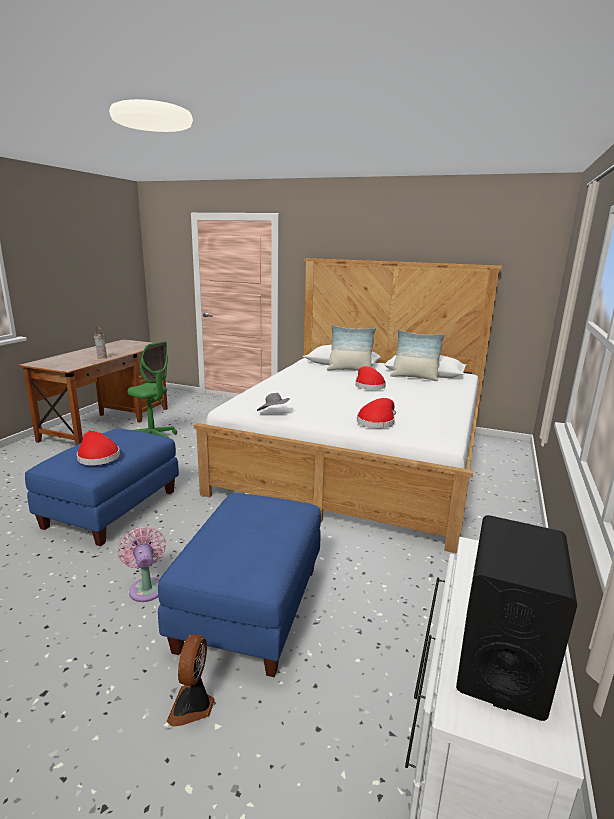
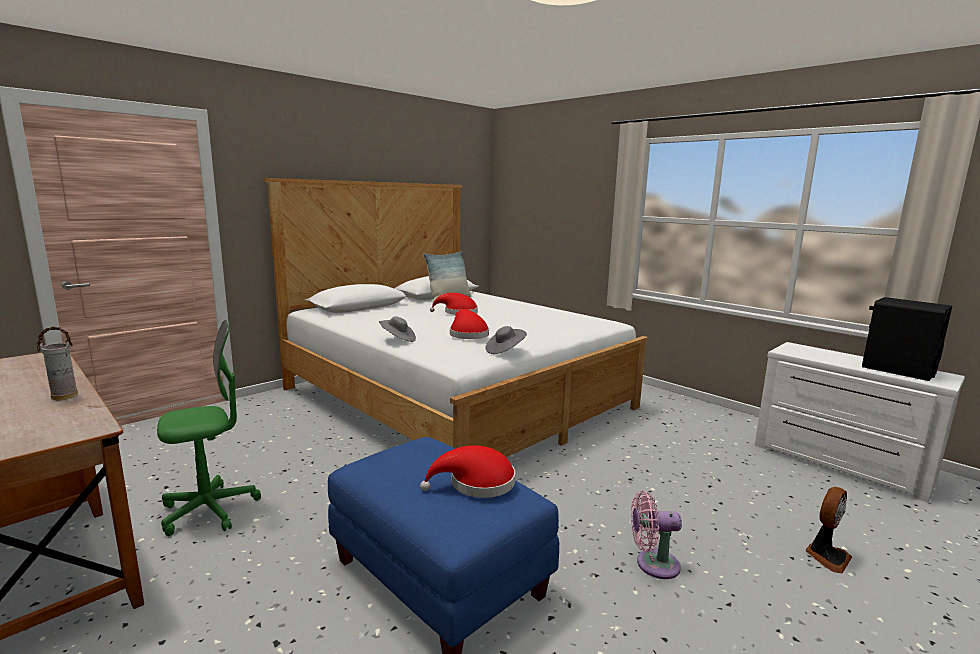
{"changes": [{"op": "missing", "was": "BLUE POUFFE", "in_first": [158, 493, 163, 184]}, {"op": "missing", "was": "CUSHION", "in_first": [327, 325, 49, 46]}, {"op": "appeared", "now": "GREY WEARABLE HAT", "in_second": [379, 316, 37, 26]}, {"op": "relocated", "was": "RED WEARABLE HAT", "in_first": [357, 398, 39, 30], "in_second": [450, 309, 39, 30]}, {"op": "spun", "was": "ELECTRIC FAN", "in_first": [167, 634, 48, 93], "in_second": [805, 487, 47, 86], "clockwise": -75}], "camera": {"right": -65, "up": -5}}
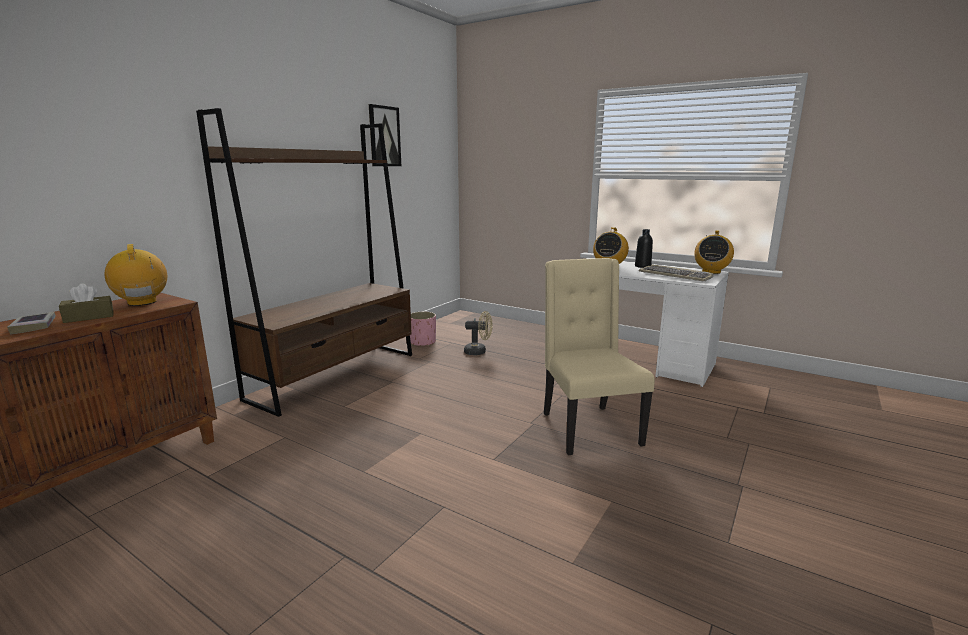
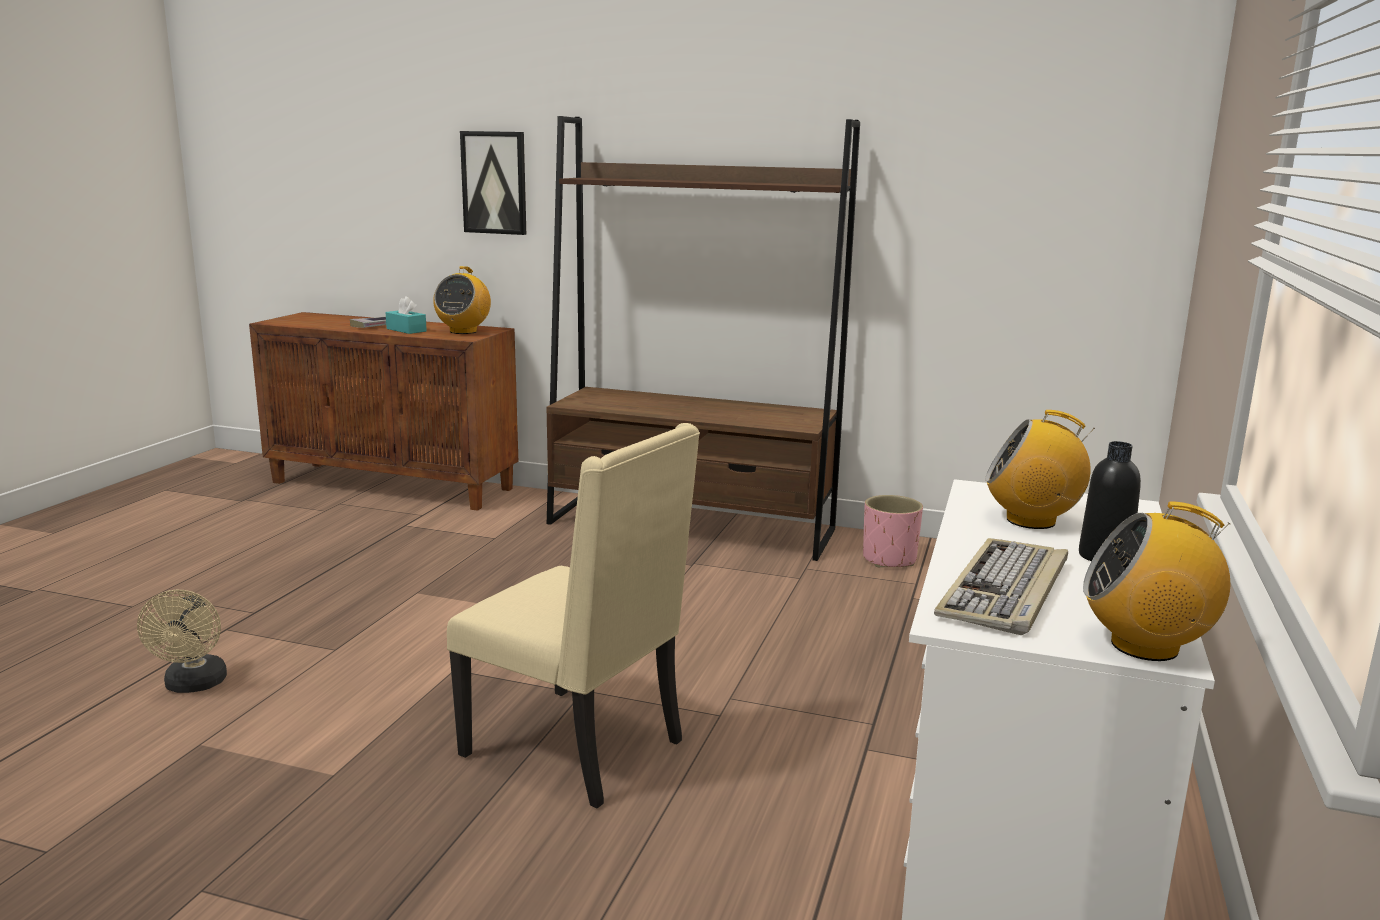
{"changes": [{"op": "relocated", "was": "WALL PICTURE", "in_first": [369, 104, 32, 62], "in_second": [460, 131, 66, 104]}, {"op": "relocated", "was": "BEIGE-COLOURED ELECTRIC FAN", "in_first": [464, 311, 29, 44], "in_second": [137, 590, 90, 103]}, {"op": "colour", "was": "BROWN-COLOURED BOX OF TISSUES", "now": "TURQUOISE-COLOURED BOX OF TISSUES", "in_first": [59, 284, 55, 39], "in_second": [385, 296, 42, 38]}, {"op": "spun", "was": "RADIO", "in_first": [104, 244, 63, 62], "in_second": [433, 266, 58, 68], "clockwise": 150}, {"op": "spun", "was": "BEIGE-COLOURED PLAIN CHAIR", "in_first": [544, 258, 111, 197], "in_second": [447, 423, 253, 386], "clockwise": 60}], "camera": {"right": 75, "up": 0}}
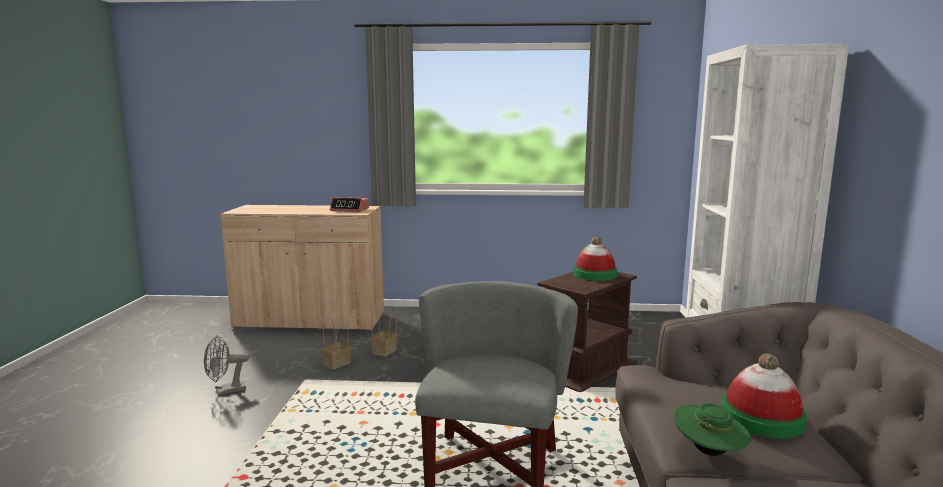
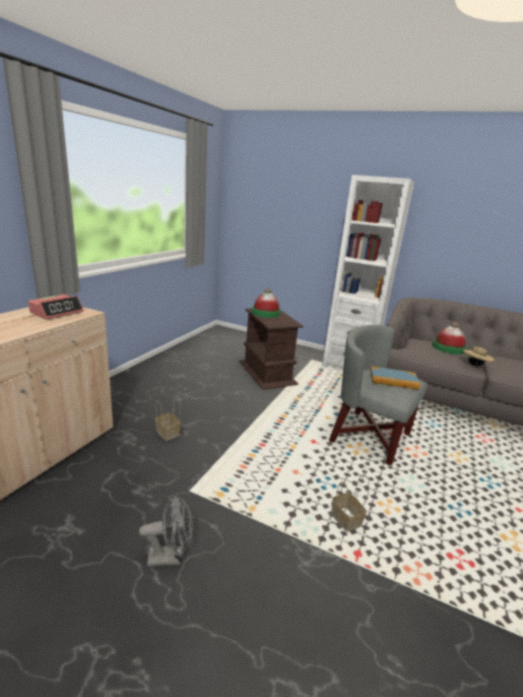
{"changes": [{"op": "appeared", "now": "BOUND BOOK", "in_second": [370, 366, 50, 24]}, {"op": "relocated", "was": "STORAGE BASKET", "in_first": [321, 319, 30, 51], "in_second": [331, 474, 38, 58]}, {"op": "colour", "was": "GREEN WEARABLE HAT", "now": "BEIGE-COLOURED WEARABLE HAT", "in_first": [674, 403, 77, 53], "in_second": [463, 346, 31, 20]}, {"op": "spun", "was": "GREY ELECTRIC FAN", "in_first": [204, 335, 45, 61], "in_second": [139, 495, 54, 71], "clockwise": -90}], "camera": {"right": -70, "up": 10}}
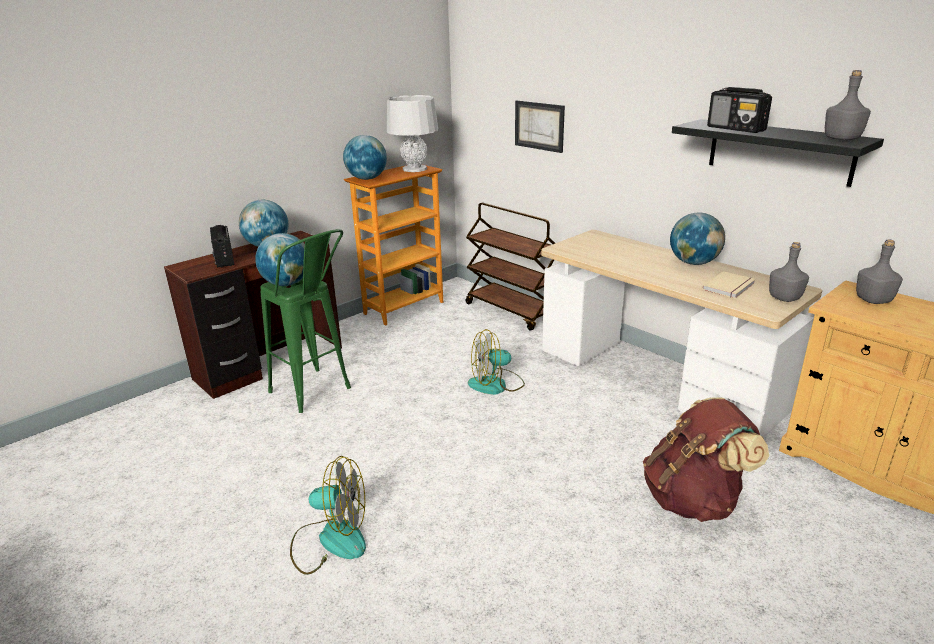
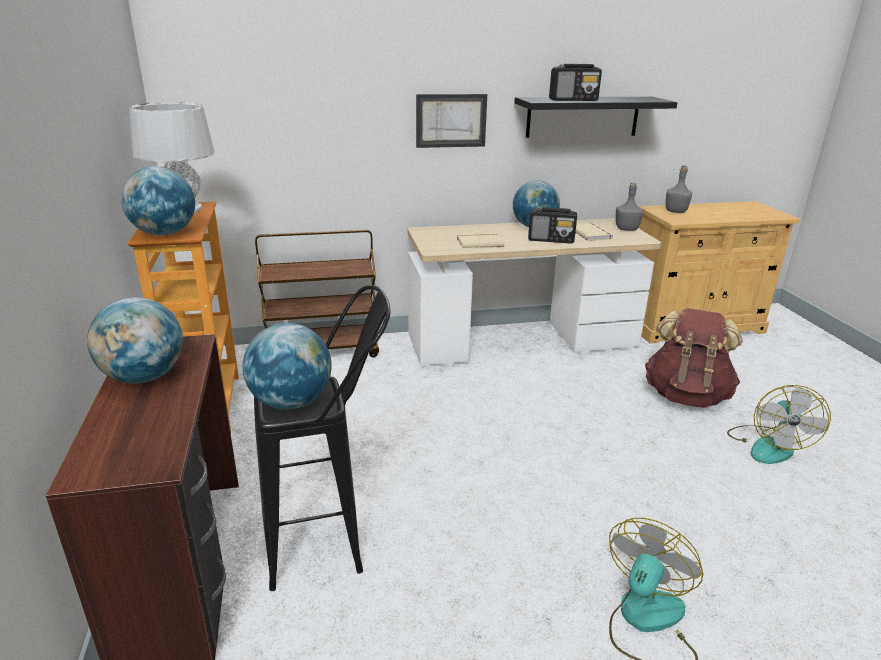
{"changes": [{"op": "missing", "was": "GREY DRINK BOTTLE", "in_first": [825, 70, 46, 70]}, {"op": "appeared", "now": "BEIGE-COLOURED BOUND BOOK", "in_second": [457, 233, 47, 15]}, {"op": "relocated", "was": "RADIO", "in_first": [210, 225, 25, 43], "in_second": [528, 207, 49, 37]}, {"op": "relocated", "was": "ELECTRIC FAN", "in_first": [468, 329, 57, 66], "in_second": [727, 385, 104, 79]}, {"op": "relocated", "was": "WALL PICTURE", "in_first": [515, 101, 50, 52], "in_second": [416, 94, 71, 54]}, {"op": "colour", "was": "GREEN STOOL SEAT", "now": "BLACK-COLOURED STOOL SEAT", "in_first": [260, 229, 91, 184], "in_second": [254, 285, 137, 306]}], "camera": {"right": -60, "up": 0}}
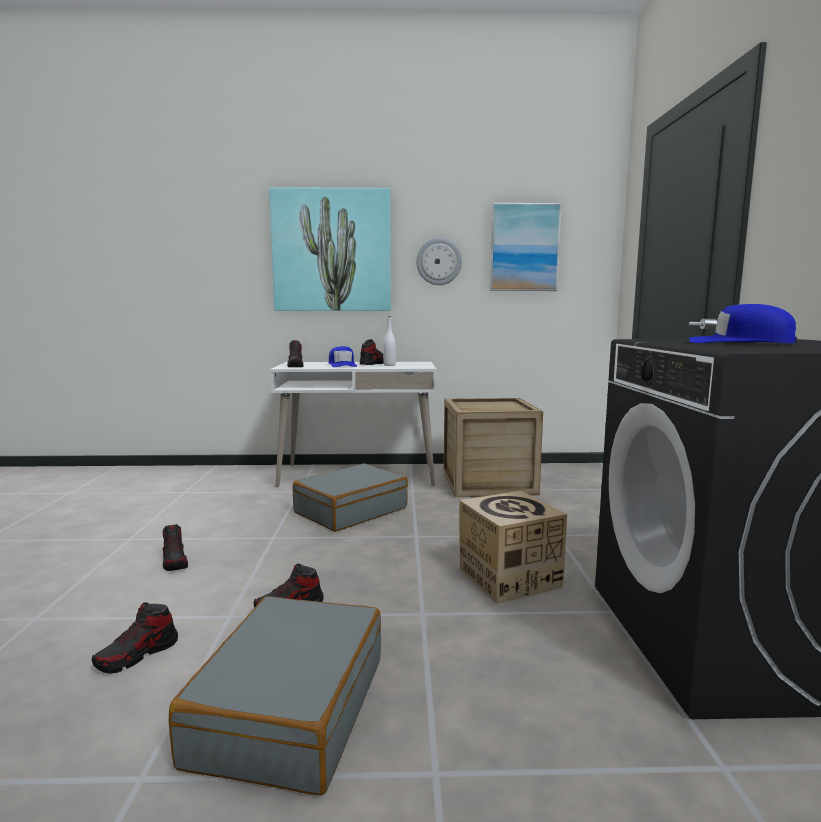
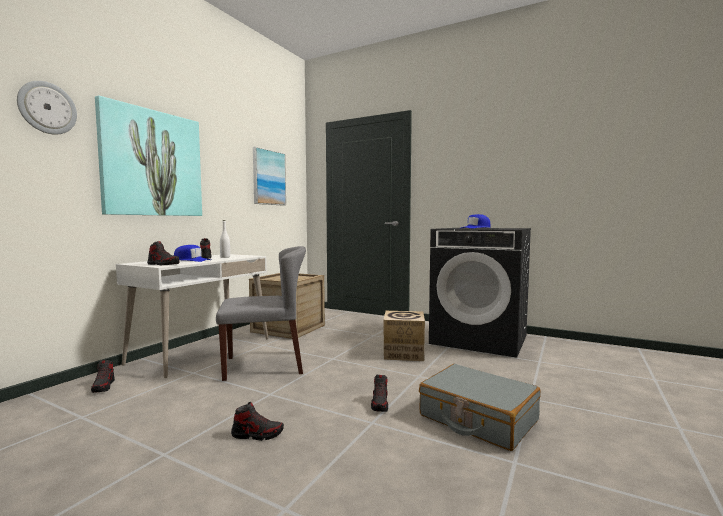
{"changes": [{"op": "relocated", "was": "ITEM OF FOOTWEAR", "in_first": [92, 602, 86, 72], "in_second": [91, 360, 24, 33]}, {"op": "relocated", "was": "WALL CLOCK", "in_first": [416, 238, 46, 47], "in_second": [17, 81, 60, 54]}, {"op": "exchanged", "was": "GREY PIECE OF LUGGAGE", "now": "GREY PLAIN CHAIR", "in_first": [293, 463, 115, 69], "in_second": [216, 246, 90, 135]}], "camera": {"right": -60, "up": -5}}
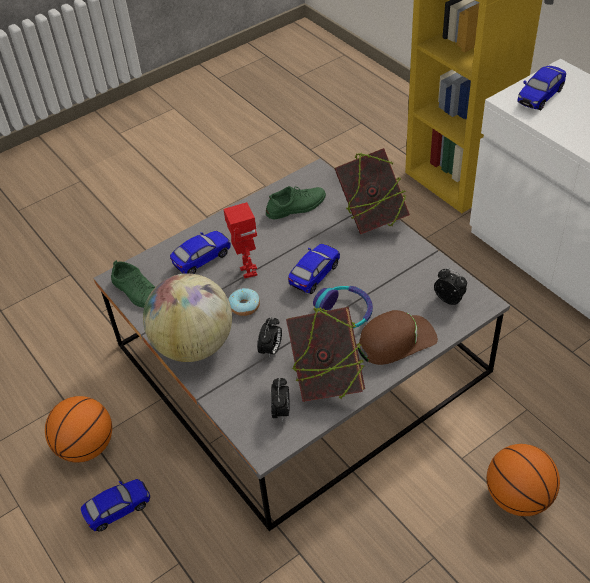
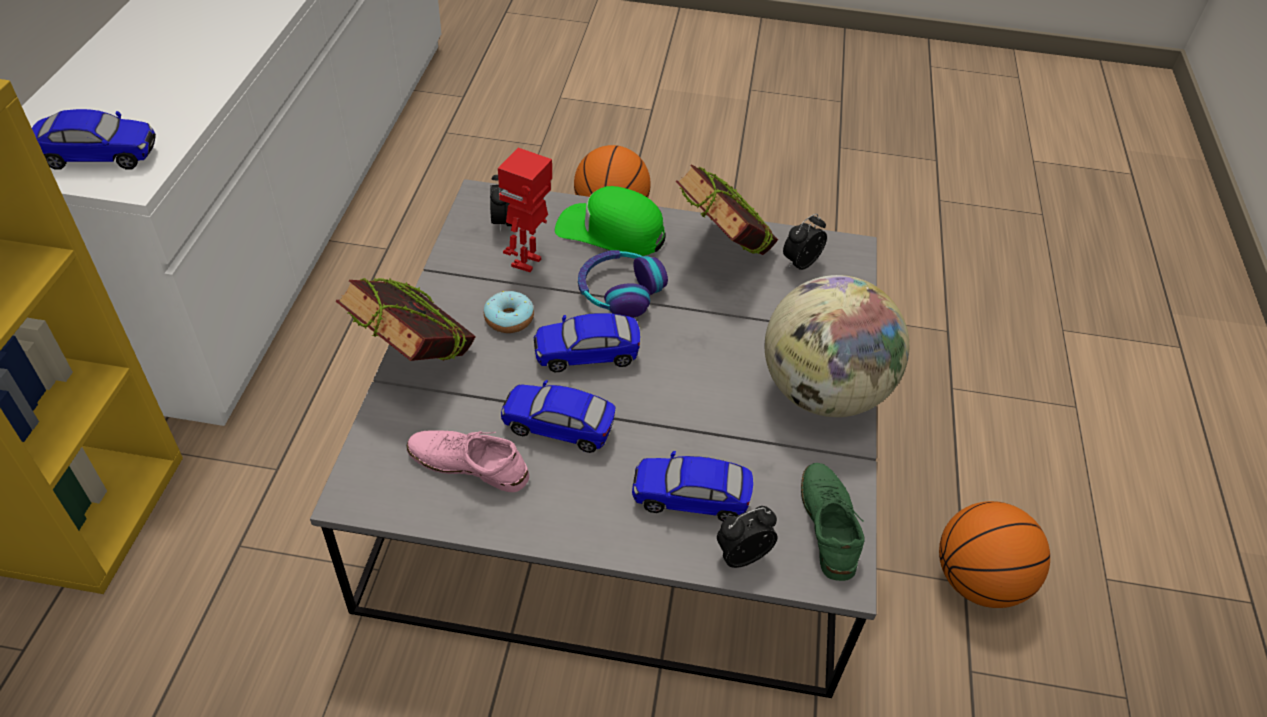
{"changes": [{"op": "relocated", "was": "TOY CAR", "in_first": [81, 479, 69, 53], "in_second": [501, 380, 114, 73]}, {"op": "relocated", "was": "ROBOT FIGURE", "in_first": [224, 202, 34, 76], "in_second": [498, 148, 54, 124]}, {"op": "relocated", "was": "DONUT", "in_first": [228, 288, 32, 28], "in_second": [484, 291, 50, 42]}, {"op": "relocated", "was": "BEDSIDE CLOCK", "in_first": [257, 317, 25, 41], "in_second": [717, 506, 61, 62]}, {"op": "colour", "was": "GREEN ITEM OF FOOTWEAR", "now": "PINK-COLOURED ITEM OF FOOTWEAR", "in_first": [266, 186, 60, 34], "in_second": [407, 430, 122, 62]}, {"op": "colour", "was": "BROWN-COLOURED BASEBALL CAP", "now": "GREEN BASEBALL CAP", "in_first": [358, 310, 80, 55], "in_second": [555, 186, 110, 70]}], "camera": {"right": -140, "up": 0}}
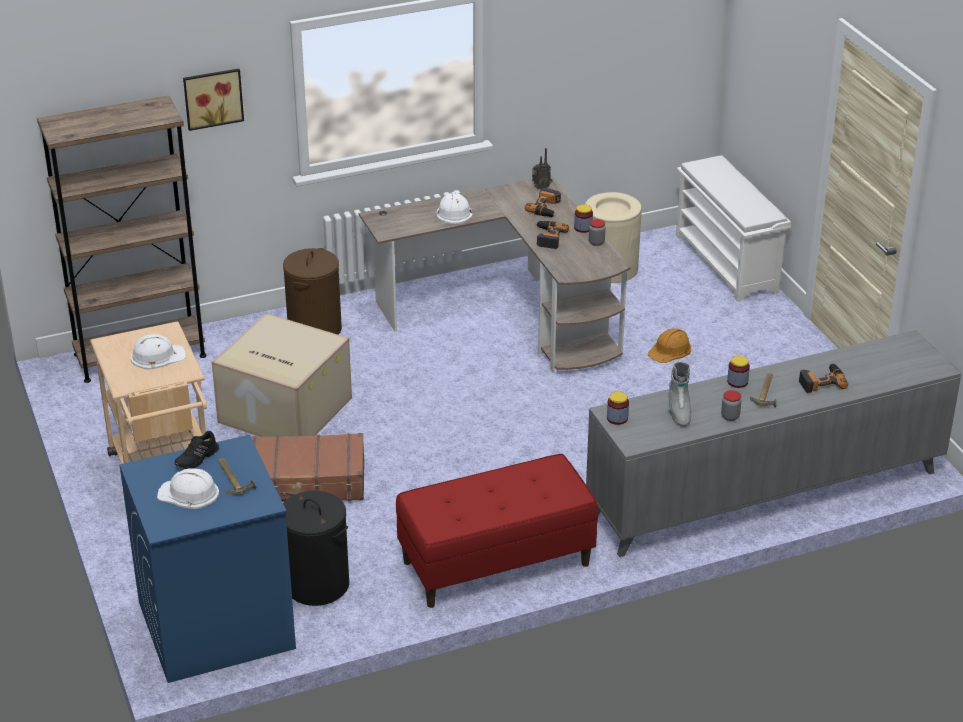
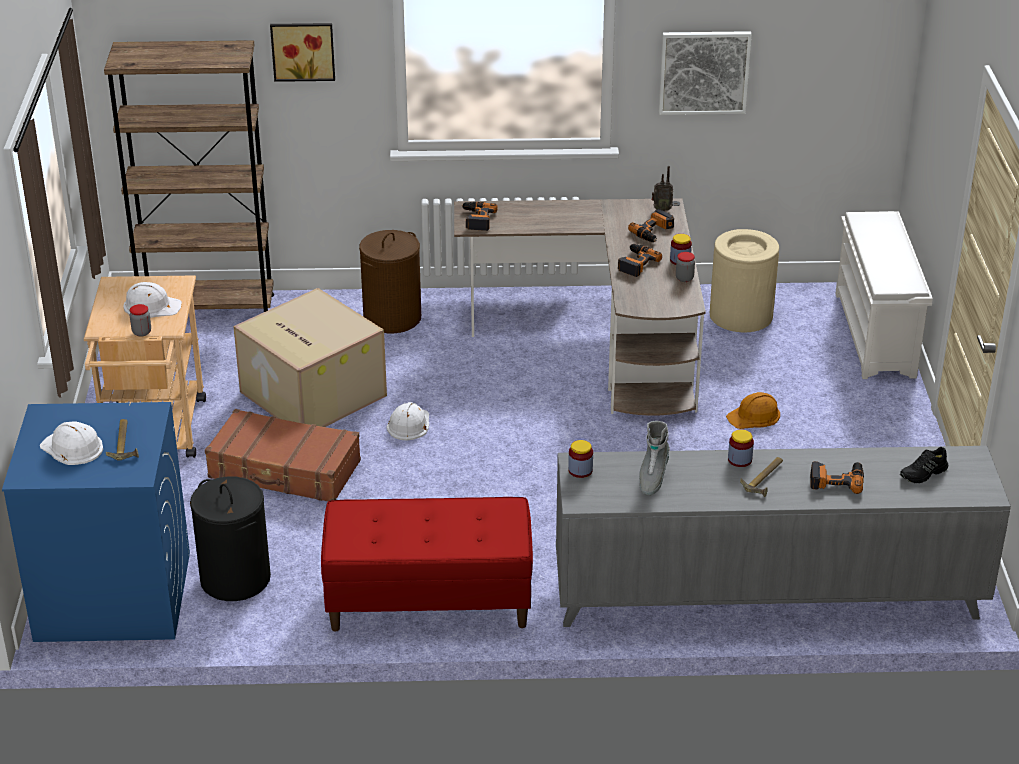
{"changes": [{"op": "appeared", "now": "DRILL", "in_second": [461, 202, 37, 29]}, {"op": "appeared", "now": "WALL PICTURE", "in_second": [659, 31, 93, 84]}, {"op": "relocated", "was": "BLACK-COLOURED ITEM OF FOOTWEAR", "in_first": [175, 431, 44, 38], "in_second": [900, 447, 48, 36]}, {"op": "relocated", "was": "WHITISH HARD HAT", "in_first": [437, 192, 36, 32], "in_second": [387, 402, 42, 38]}, {"op": "relocated", "was": "PRESERVE JAR", "in_first": [721, 390, 20, 31], "in_second": [130, 304, 21, 33]}], "camera": {"right": 20, "up": 0}}
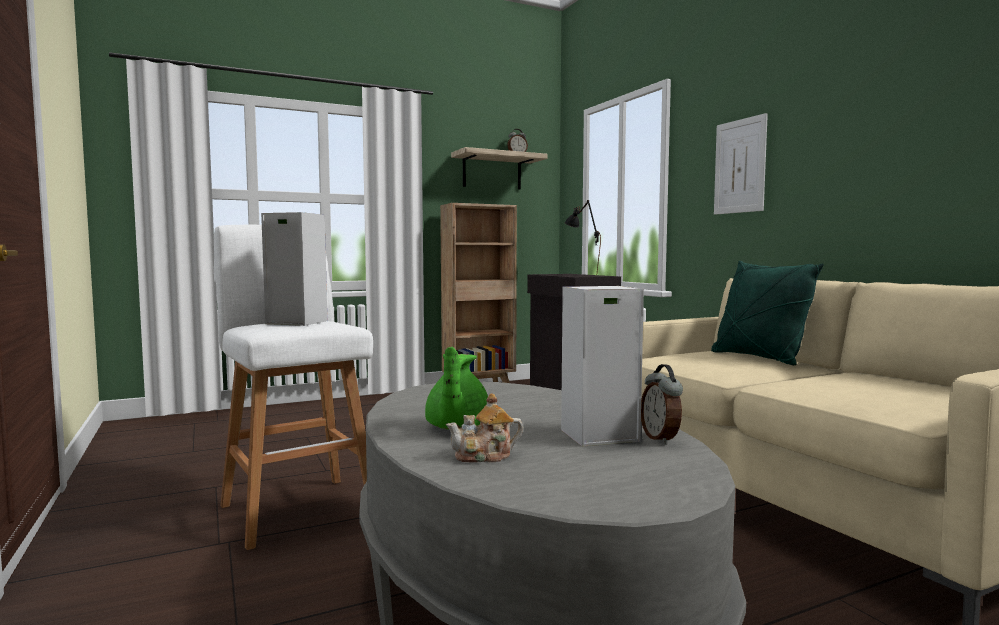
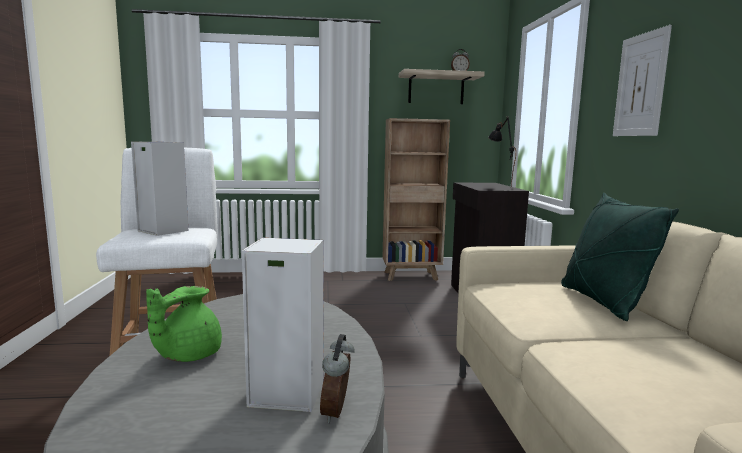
{"changes": [{"op": "missing", "was": "POT FOR TEA", "in_first": [446, 393, 77, 70]}], "camera": {"right": 20, "up": 5}}
